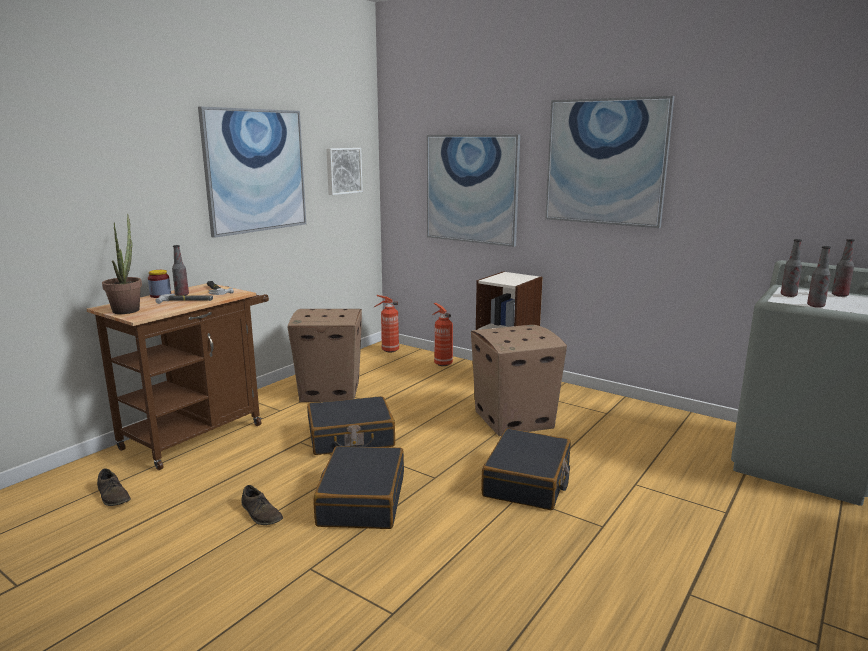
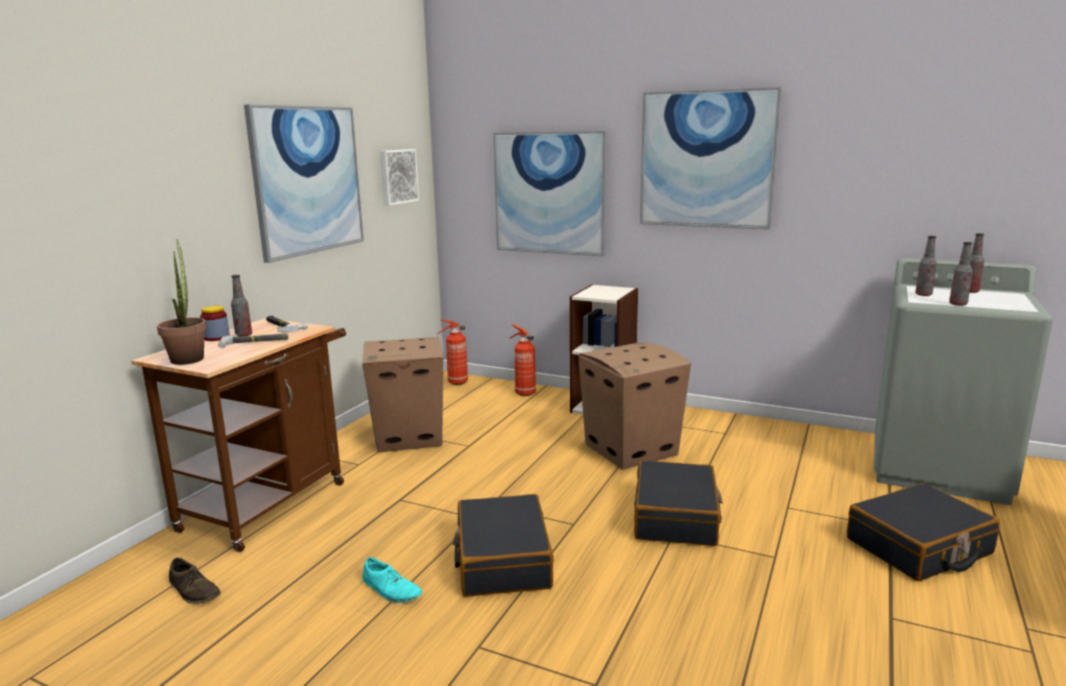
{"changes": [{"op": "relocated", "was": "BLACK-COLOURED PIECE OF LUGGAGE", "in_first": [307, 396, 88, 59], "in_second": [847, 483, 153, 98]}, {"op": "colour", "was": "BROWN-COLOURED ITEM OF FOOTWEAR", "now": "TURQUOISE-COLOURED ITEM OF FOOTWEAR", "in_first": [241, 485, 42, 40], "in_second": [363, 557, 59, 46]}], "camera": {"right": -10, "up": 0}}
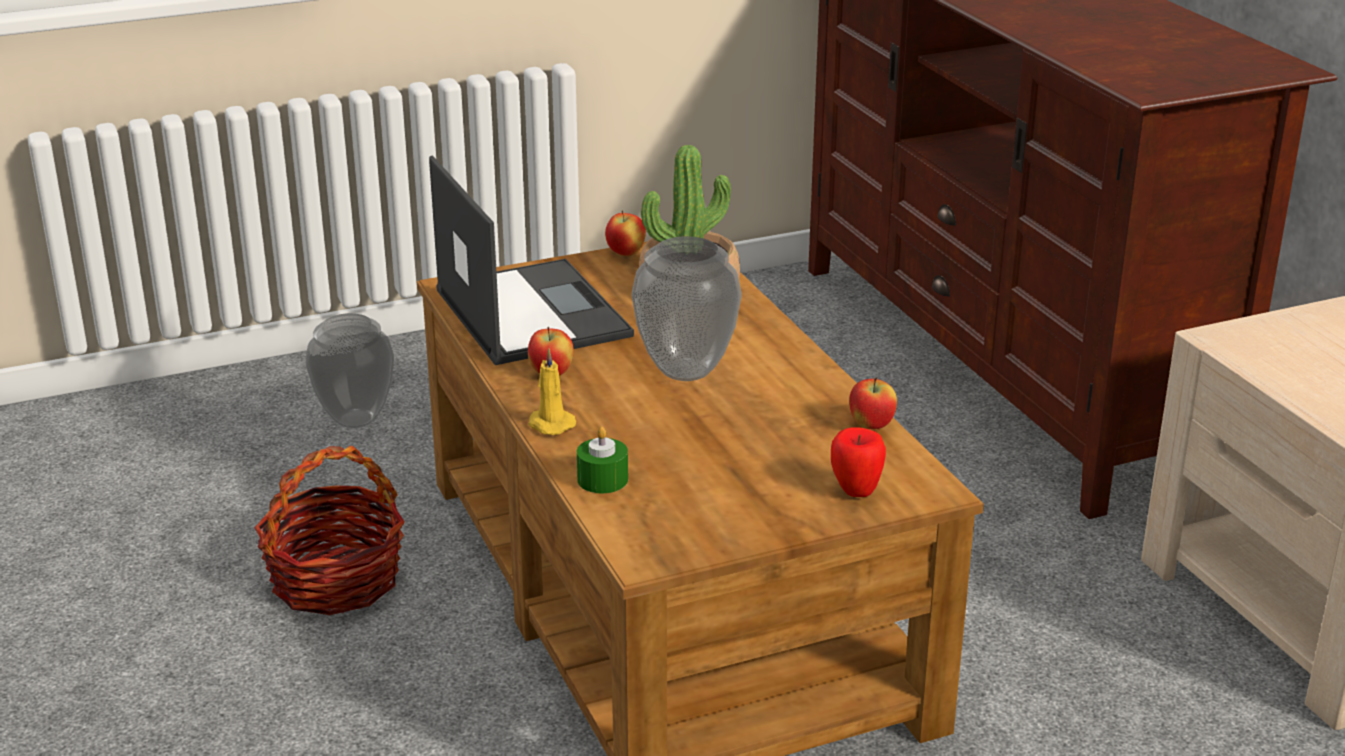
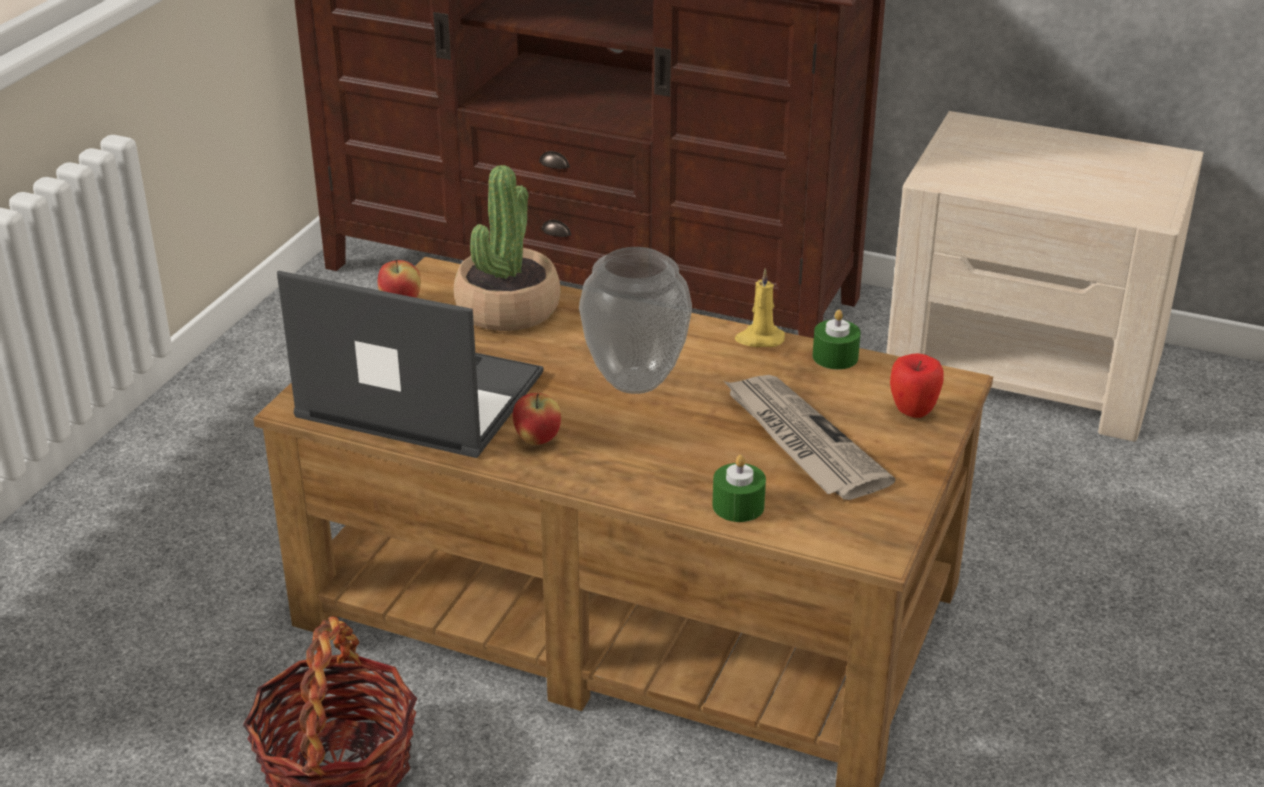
{"changes": [{"op": "missing", "was": "VASE", "in_first": [306, 313, 88, 115]}, {"op": "appeared", "now": "NEWSPAPER", "in_second": [724, 375, 172, 125]}, {"op": "relocated", "was": "YELLOW WAX CANDLE", "in_first": [528, 348, 48, 87], "in_second": [735, 269, 50, 78]}, {"op": "exchanged", "was": "WHOLE APPLE", "now": "GREEN WAX CANDLE", "in_first": [849, 378, 48, 51], "in_second": [812, 310, 49, 60]}], "camera": {"right": -45, "up": 5}}
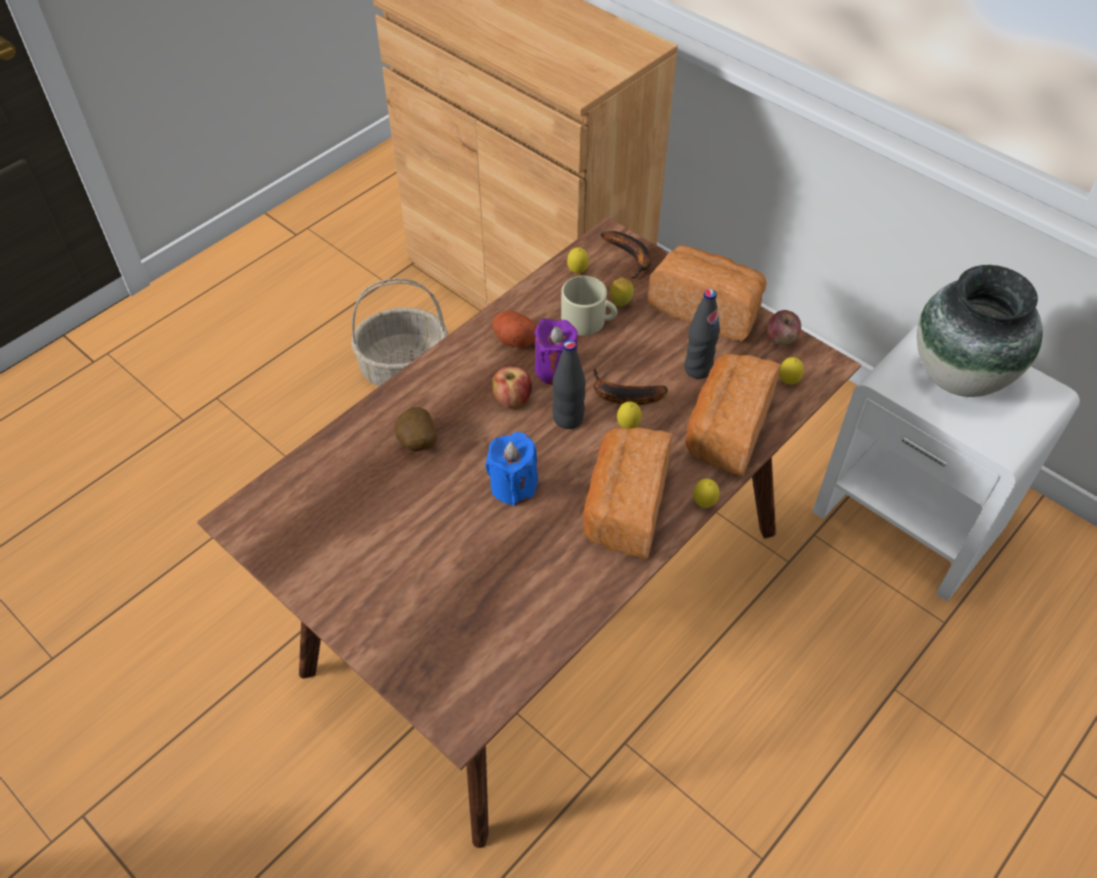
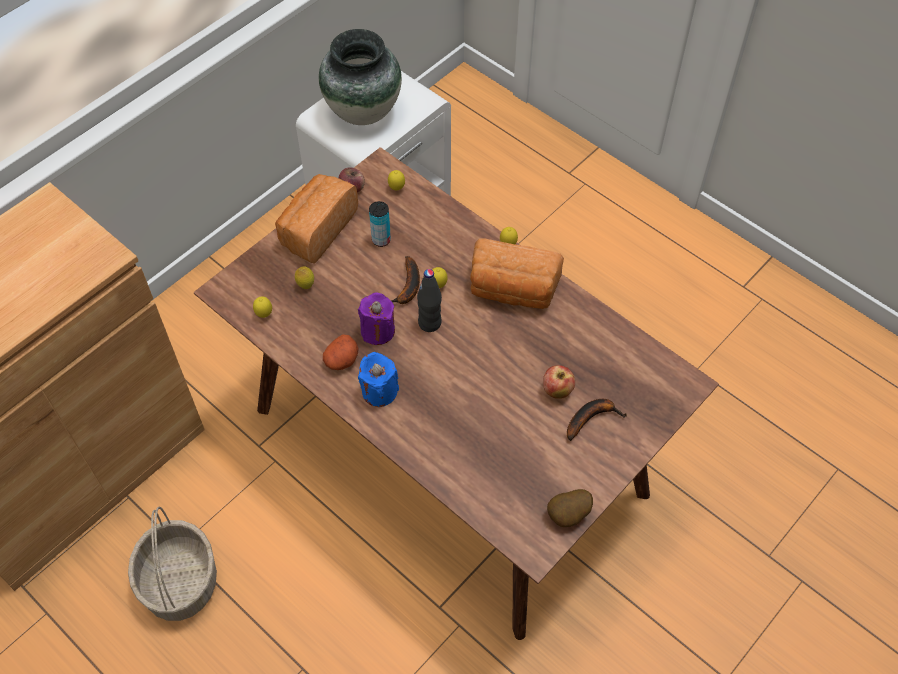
{"changes": [{"op": "missing", "was": "BEIGE-COLOURED COFFEE MUG", "in_first": [561, 276, 56, 60]}, {"op": "missing", "was": "BAKED BREAD", "in_first": [685, 354, 96, 122]}, {"op": "relocated", "was": "SPUD", "in_first": [395, 407, 42, 44], "in_second": [547, 489, 46, 38]}, {"op": "relocated", "was": "BLUE WAX CANDLE", "in_first": [485, 432, 53, 74], "in_second": [358, 352, 41, 55]}, {"op": "relocated", "was": "WHOLE APPLE", "in_first": [492, 367, 40, 41], "in_second": [543, 365, 32, 34]}, {"op": "relocated", "was": "WHOLE BANANA", "in_first": [601, 231, 50, 48], "in_second": [567, 399, 60, 42]}, {"op": "exchanged", "was": "BLACK-COLOURED DRINK BOTTLE", "now": "SEALED CAN", "in_first": [684, 289, 36, 90], "in_second": [369, 201, 22, 46]}], "camera": {"right": -90, "up": 5}}
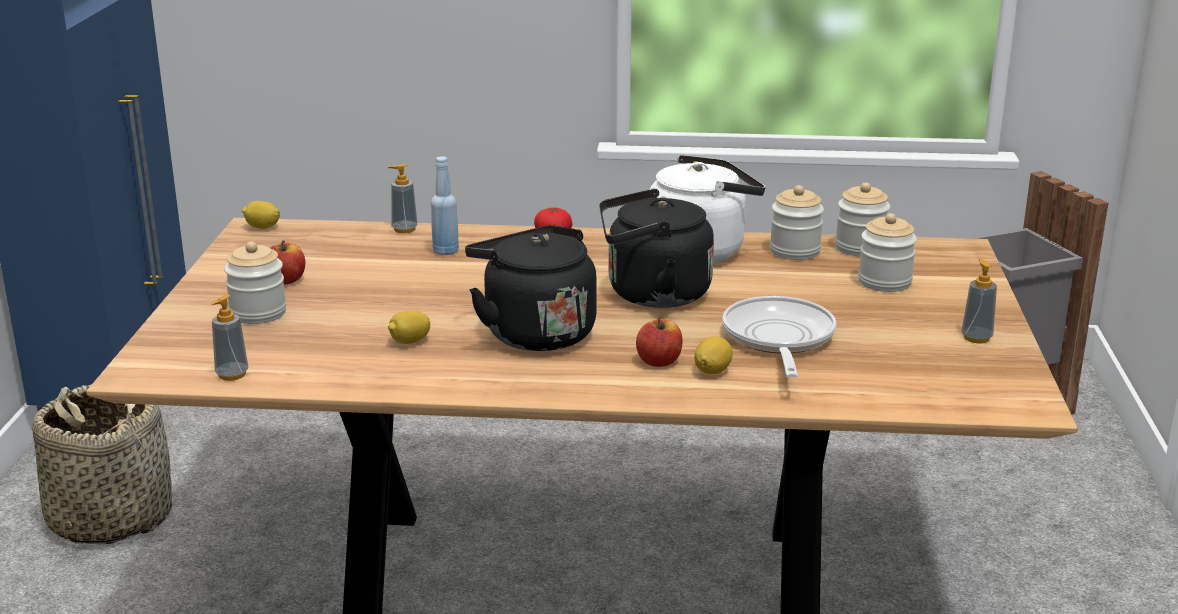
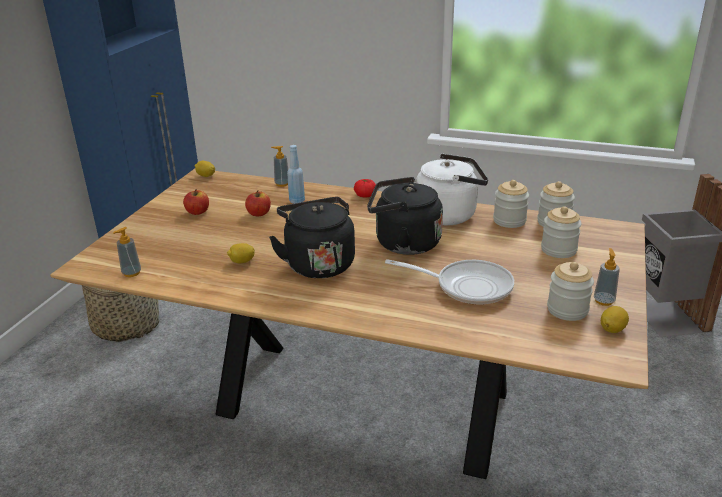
{"changes": [{"op": "relocated", "was": "PRESERVE JAR", "in_first": [224, 242, 63, 82], "in_second": [547, 262, 47, 59]}, {"op": "relocated", "was": "WHOLE APPLE", "in_first": [636, 317, 47, 50], "in_second": [245, 190, 26, 26]}, {"op": "relocated", "was": "CITRUS FRUIT", "in_first": [694, 336, 39, 38], "in_second": [601, 306, 28, 27]}, {"op": "spun", "was": "FRYING PAN", "in_first": [723, 296, 113, 82], "in_second": [385, 259, 129, 46], "clockwise": 90}], "camera": {"right": 15, "up": 5}}
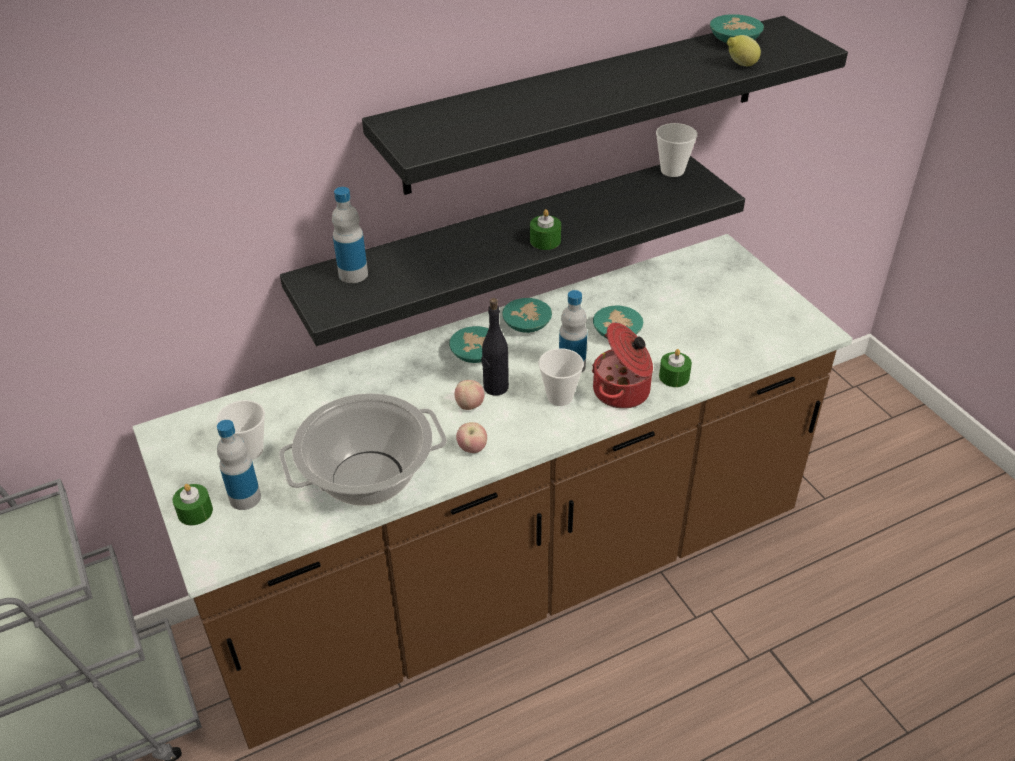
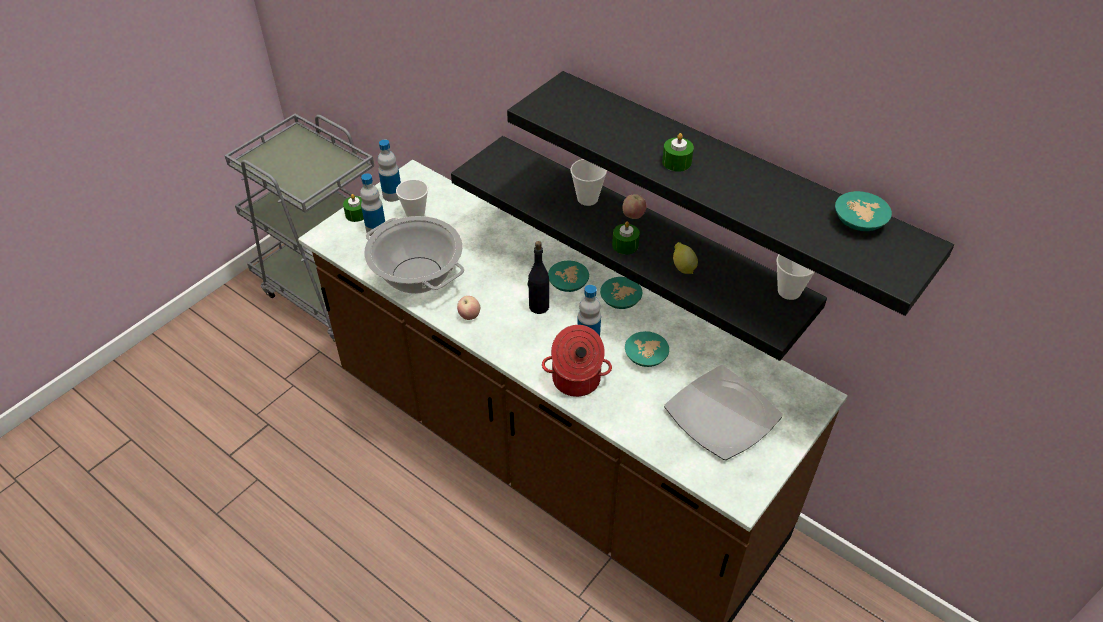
{"changes": [{"op": "appeared", "now": "FLAT DISH", "in_second": [664, 365, 119, 95]}, {"op": "relocated", "was": "DRINK BOTTLE", "in_first": [332, 187, 36, 96], "in_second": [378, 139, 23, 63]}, {"op": "relocated", "was": "WHOLE APPLE", "in_first": [454, 380, 31, 30], "in_second": [623, 194, 23, 25]}, {"op": "relocated", "was": "SMALL CUP", "in_first": [538, 348, 46, 58], "in_second": [570, 159, 37, 47]}, {"op": "relocated", "was": "GREEN WAX CANDLE", "in_first": [659, 349, 33, 38], "in_second": [662, 133, 32, 39]}, {"op": "relocated", "was": "CITRUS FRUIT", "in_first": [727, 35, 34, 31], "in_second": [673, 242, 25, 32]}], "camera": {"right": 65, "up": 5}}
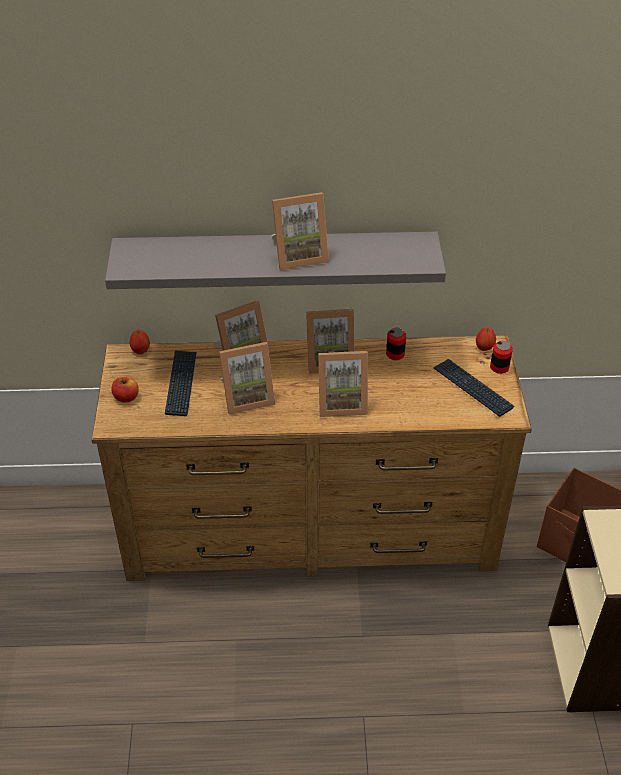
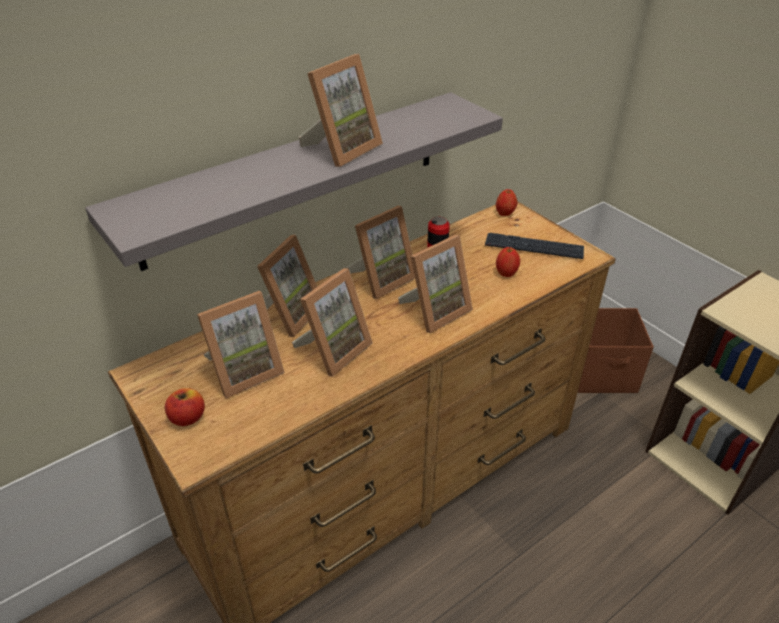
{"changes": [{"op": "missing", "was": "SEALED CAN", "in_first": [490, 341, 23, 33]}, {"op": "relocated", "was": "WHOLE APPLE", "in_first": [130, 329, 20, 25], "in_second": [496, 247, 24, 30]}, {"op": "exchanged", "was": "PC KEYBOARD", "now": "PHOTO FRAME", "in_first": [165, 350, 32, 66], "in_second": [197, 291, 88, 107]}], "camera": {"right": -35, "up": -5}}
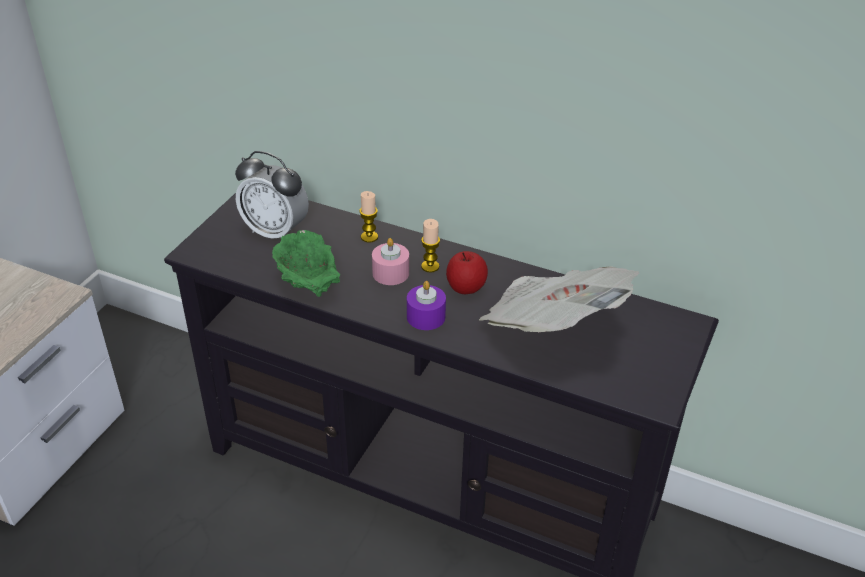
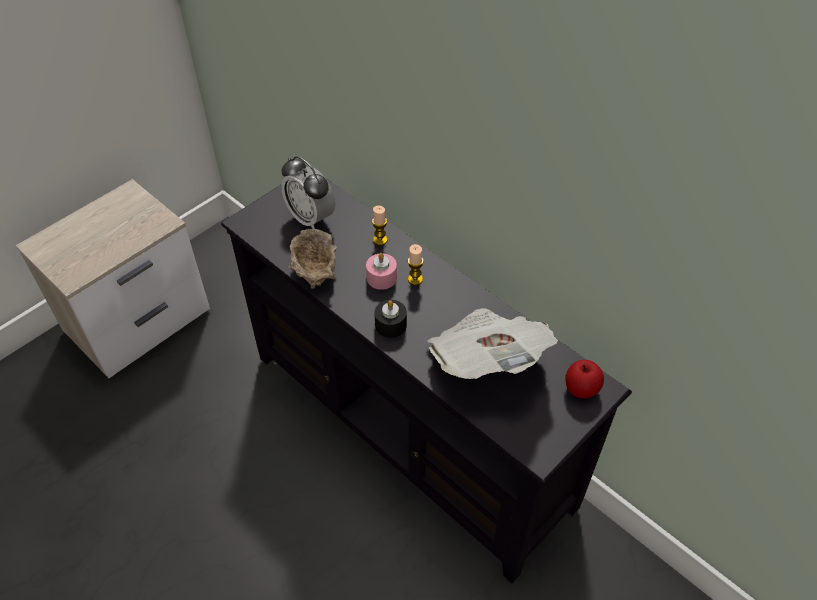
{"changes": [{"op": "relocated", "was": "WHOLE APPLE", "in_first": [446, 251, 42, 43], "in_second": [565, 360, 39, 38]}, {"op": "colour", "was": "GREEN BOWL", "now": "BEIGE-COLOURED BOWL", "in_first": [272, 230, 68, 67], "in_second": [289, 229, 48, 60]}, {"op": "colour", "was": "PURPLE WAX CANDLE", "now": "BLACK-COLOURED WAX CANDLE", "in_first": [407, 281, 39, 49], "in_second": [374, 300, 33, 38]}], "camera": {"right": 20, "up": 10}}
